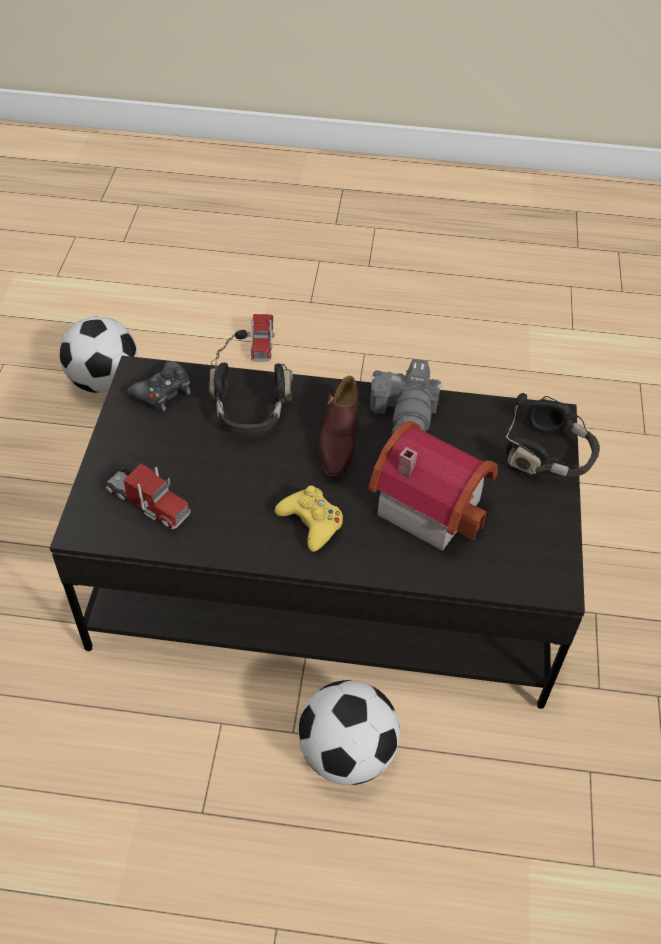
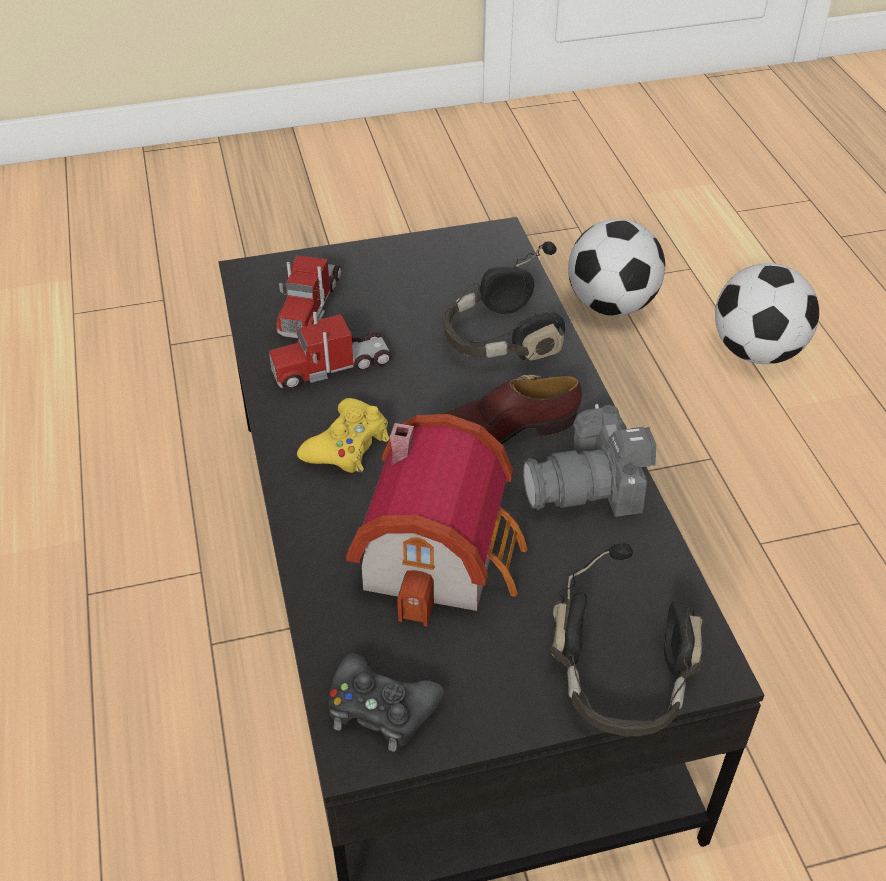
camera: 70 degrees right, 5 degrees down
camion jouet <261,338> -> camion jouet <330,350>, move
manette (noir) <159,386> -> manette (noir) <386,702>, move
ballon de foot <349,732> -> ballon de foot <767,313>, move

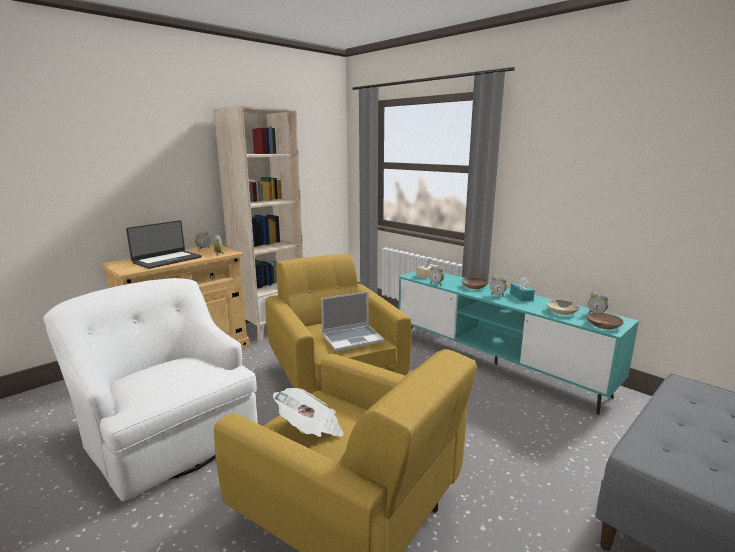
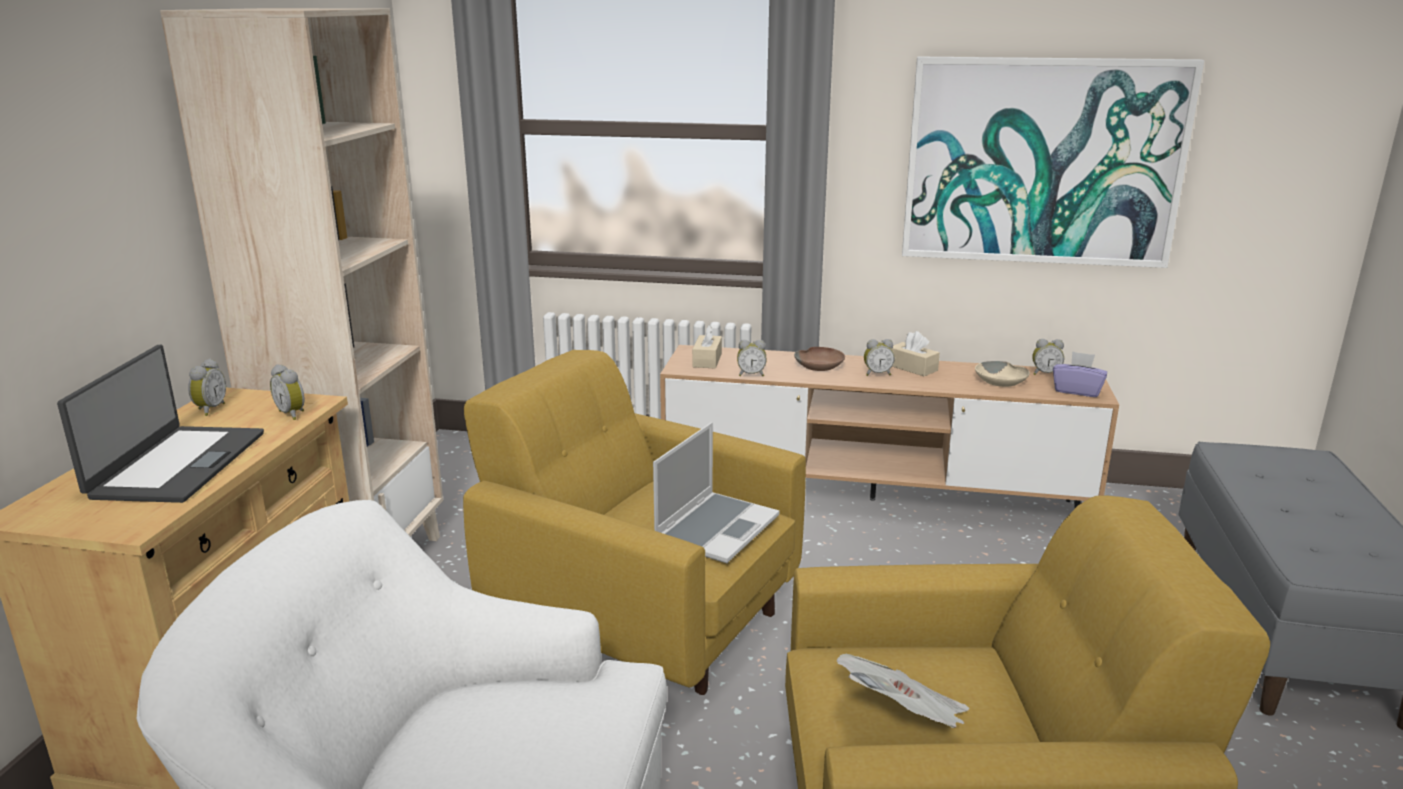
camera: 35 degrees left, 5 degrees up
meuble télé (turquoise) <519,342> -> meuble télé (marron) <889,426>
boîte à mouchoirs (turquoise) <522,289> -> boîte à mouchoirs (beige) <915,353>
none -> tableau <1053,162>
bol (marron) <605,321> -> boîte à mouchoirs (violet) <1080,374>

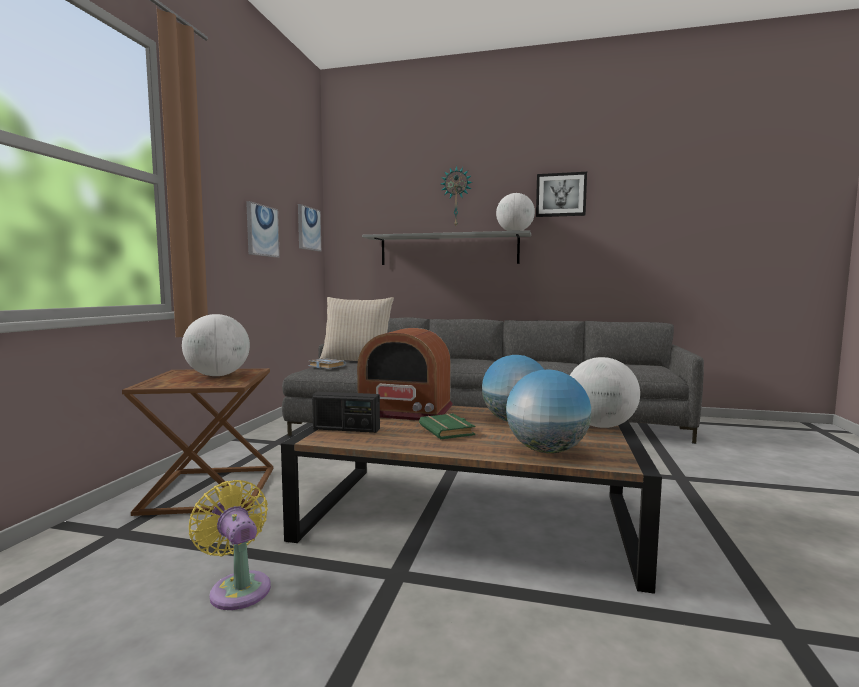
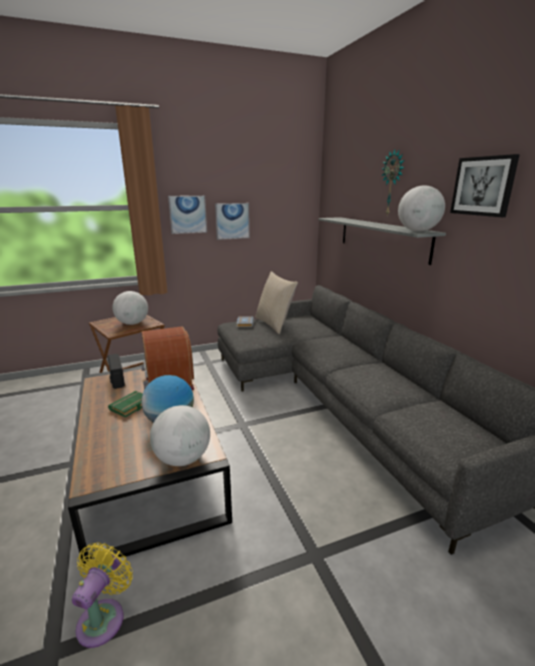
camera: 55 degrees right, 15 degrees up
ventilateur (jaune) <230,545> -> ventilateur (jaune) <102,595>, move
tableau <309,228> -> tableau <187,214>, move
globe <548,411> -> none

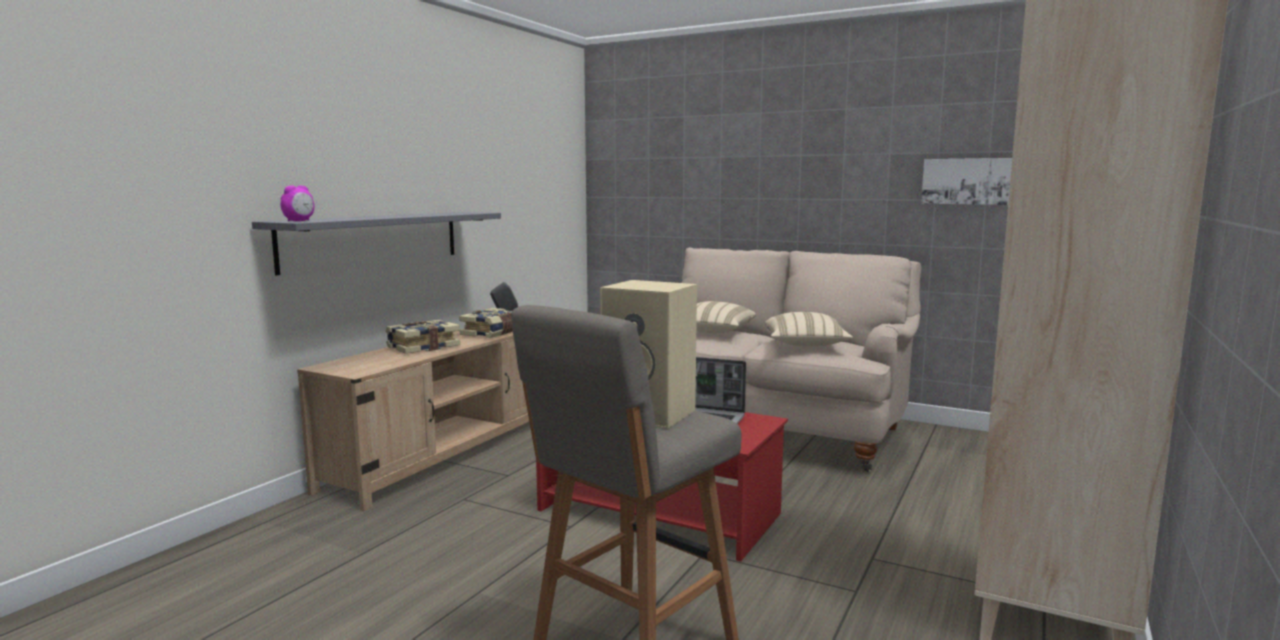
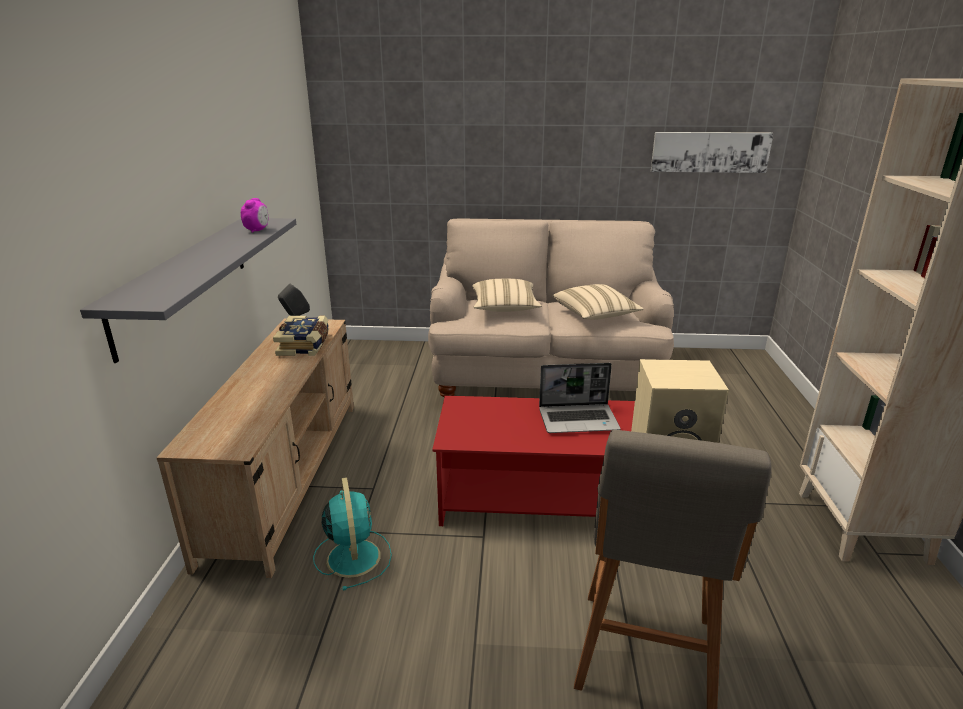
camera: 25 degrees left, 15 degrees up
réveil <297,203> -> réveil <254,215>, move
none -> ventilateur (turquoise) <352,534>
livre <423,337> -> none

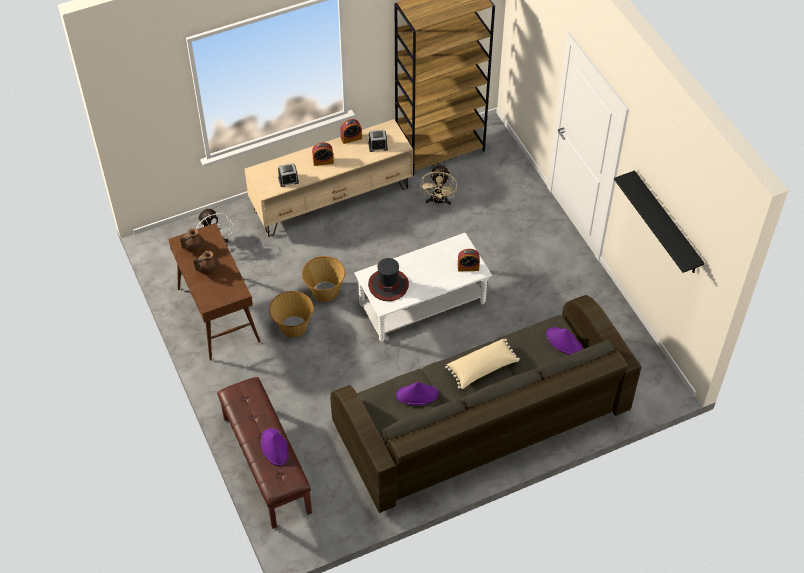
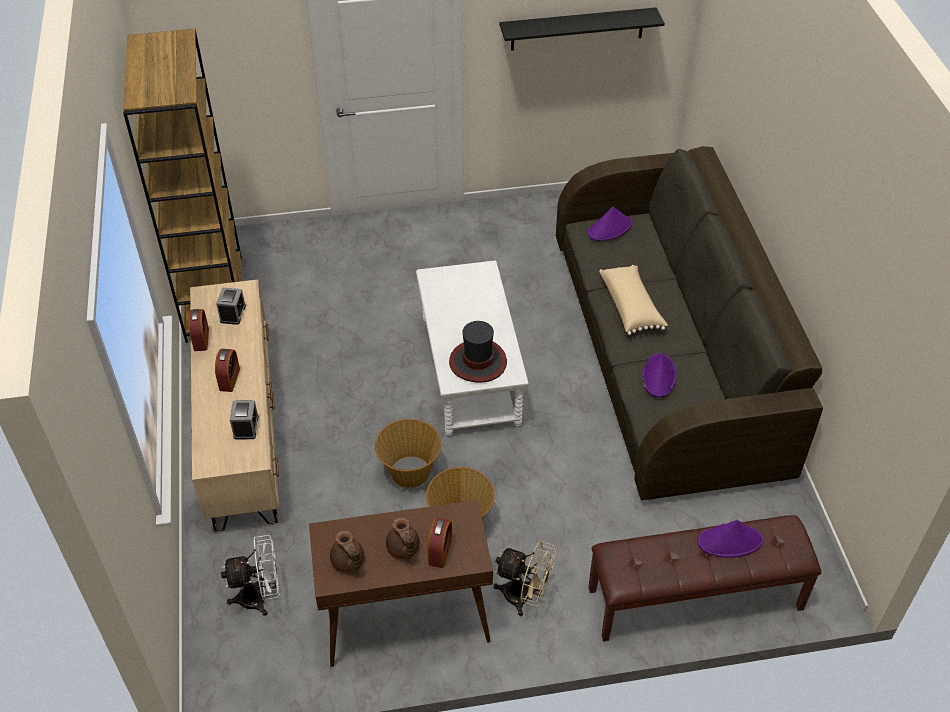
camera: 75 degrees left, 5 degrees down
réveil <469,260> -> réveil <439,543>, move
ventilateur (beige) <438,184> -> ventilateur (beige) <524,578>, move

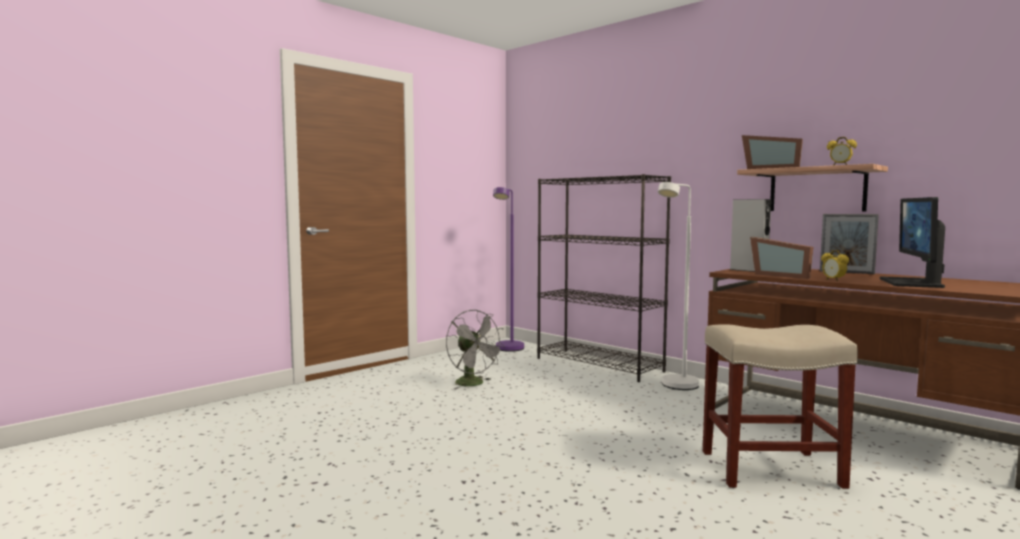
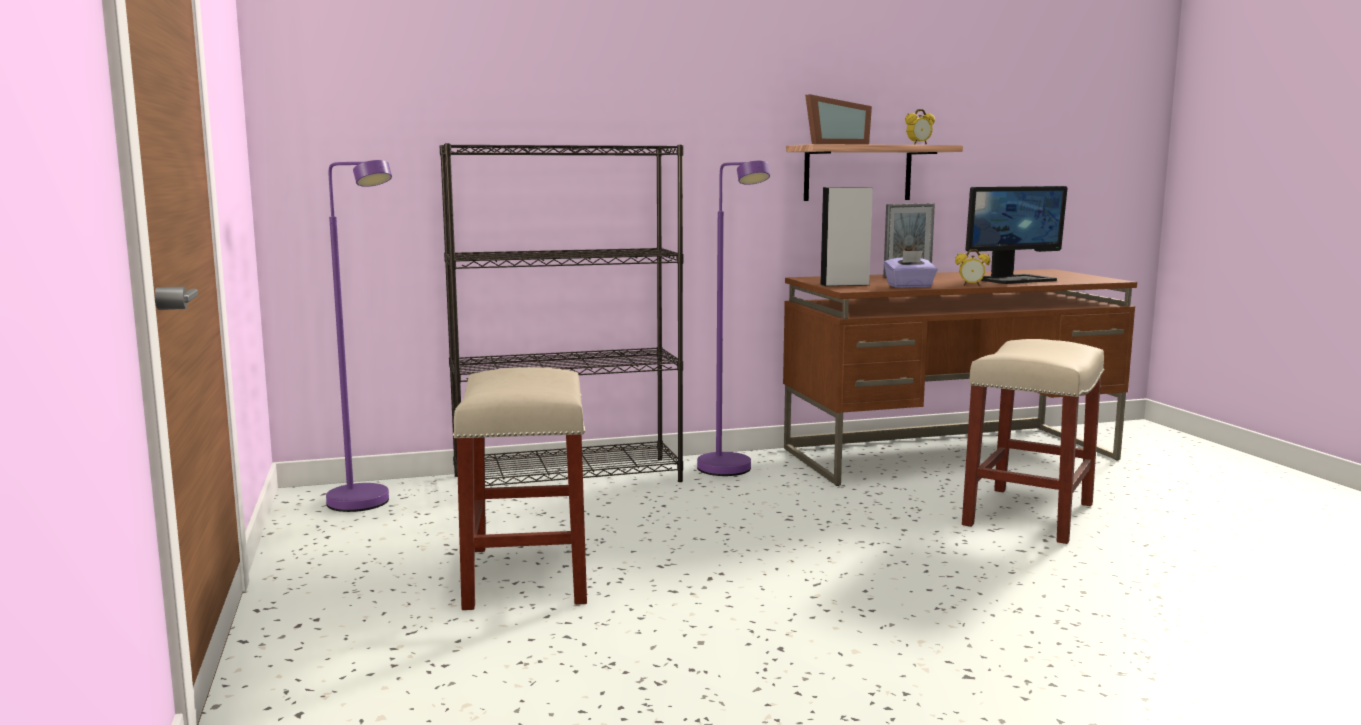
camera: 60 degrees left, 5 degrees up
ventilateur (gris) <475,349> -> tabouret (beige) <520,488>
lampadaire (blanc) <678,286> -> lampadaire (violet) <733,318>
cadre photo <781,258> -> boîte à mouchoirs (violet) <911,269>
écran d'ordinateur <912,242> -> écran d'ordinateur <1017,235>, 75 degrees counterclockwise

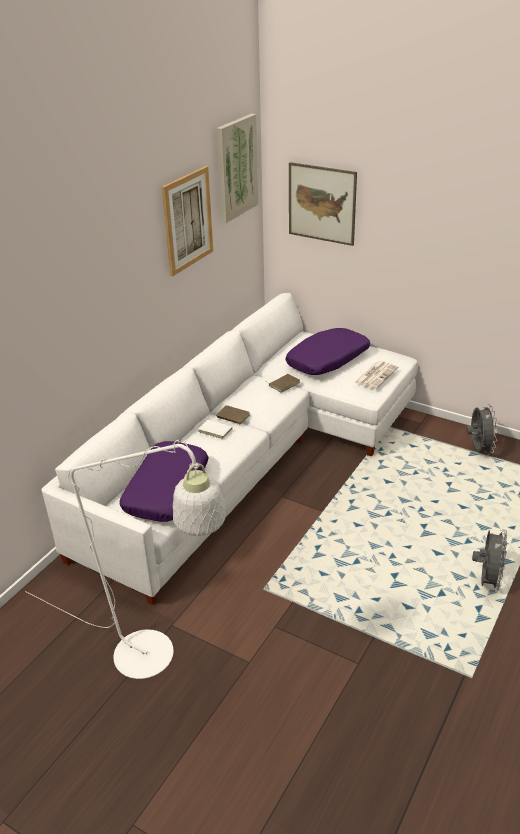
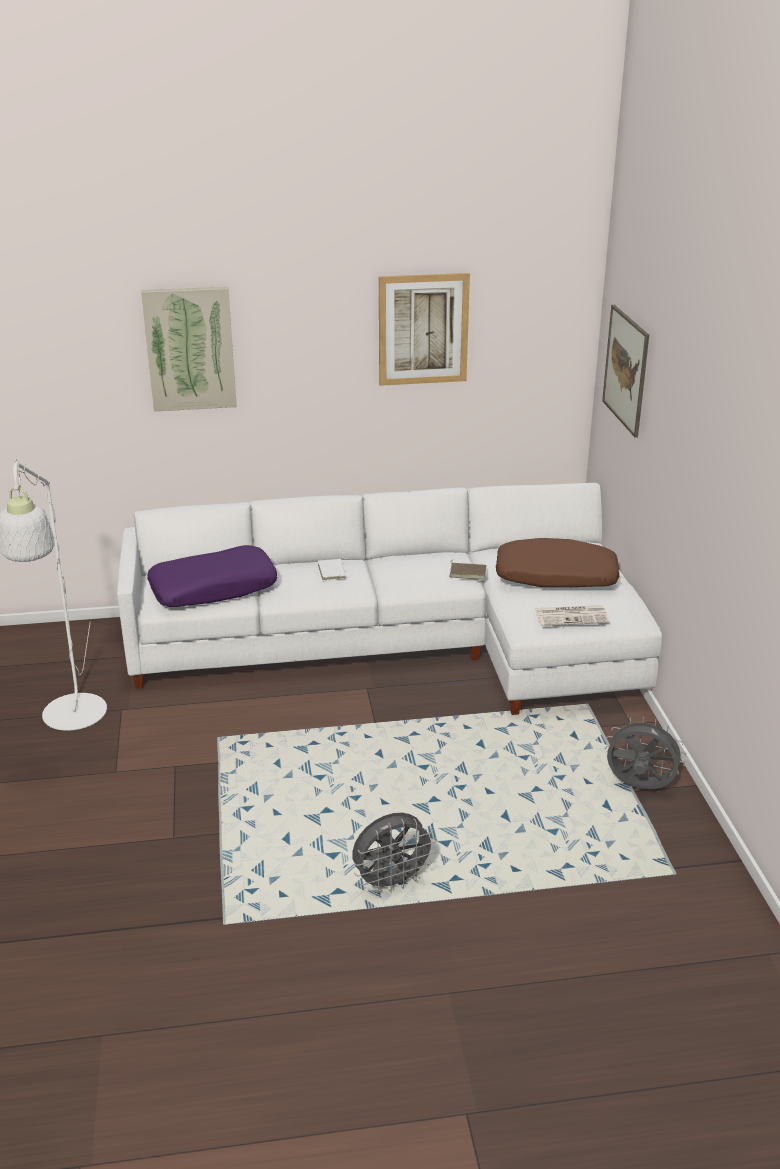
camera: 50 degrees right, 5 degrees down
tableau <237,168> -> tableau <189,349>, move
coussin (violet) <328,351> -> coussin (marron) <557,562>
ventilateur (gris) <482,429> -> ventilateur (gris) <645,753>, 120 degrees counterclockwise
livre (marron) <233,415> -> none

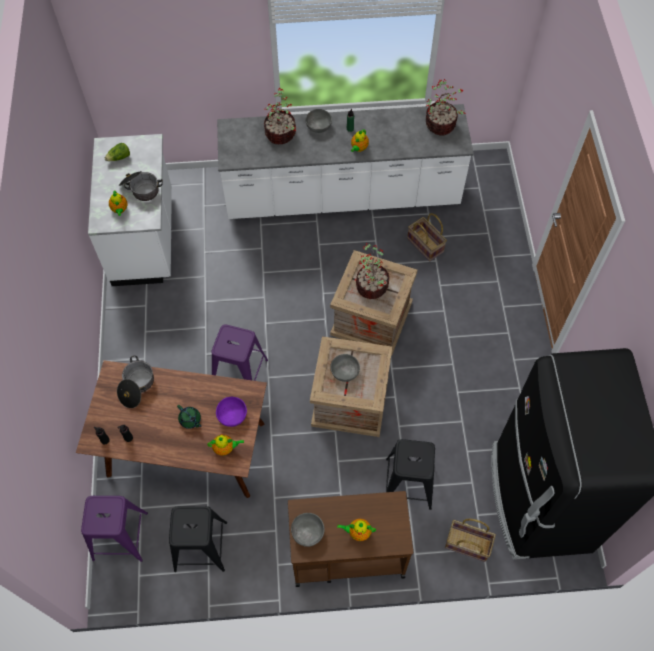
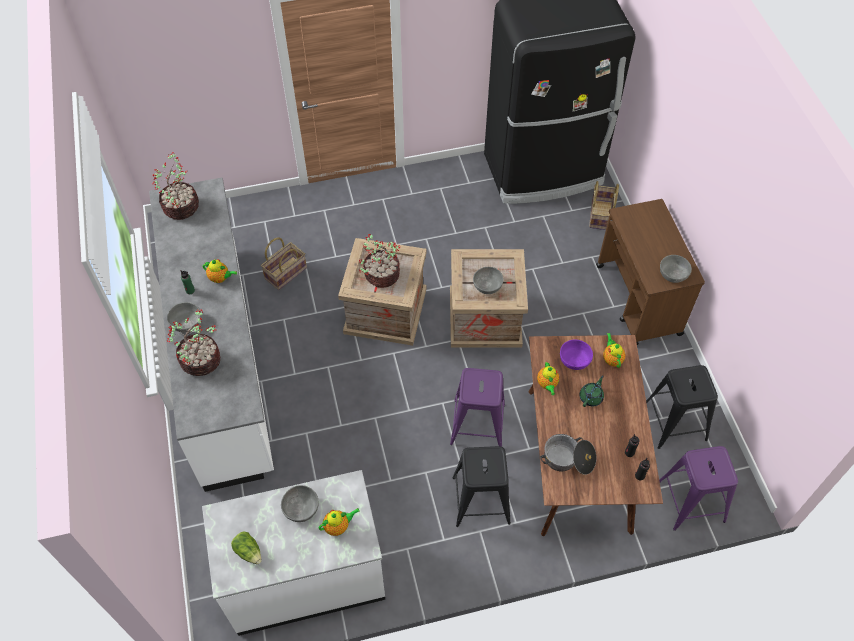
camera: 100 degrees left, 5 degrees down
marmite <141,186> -> bol (gris) <299,503>
tabouret (noir) <410,474> -> tabouret (noir) <481,486>, move
théière <356,530> -> théière <548,378>, move

